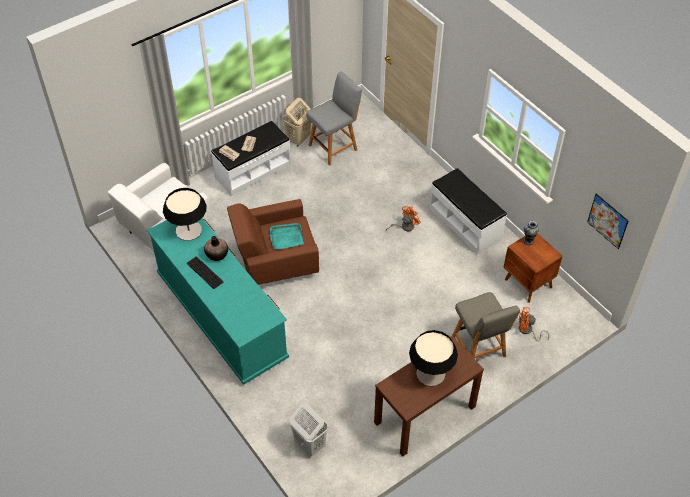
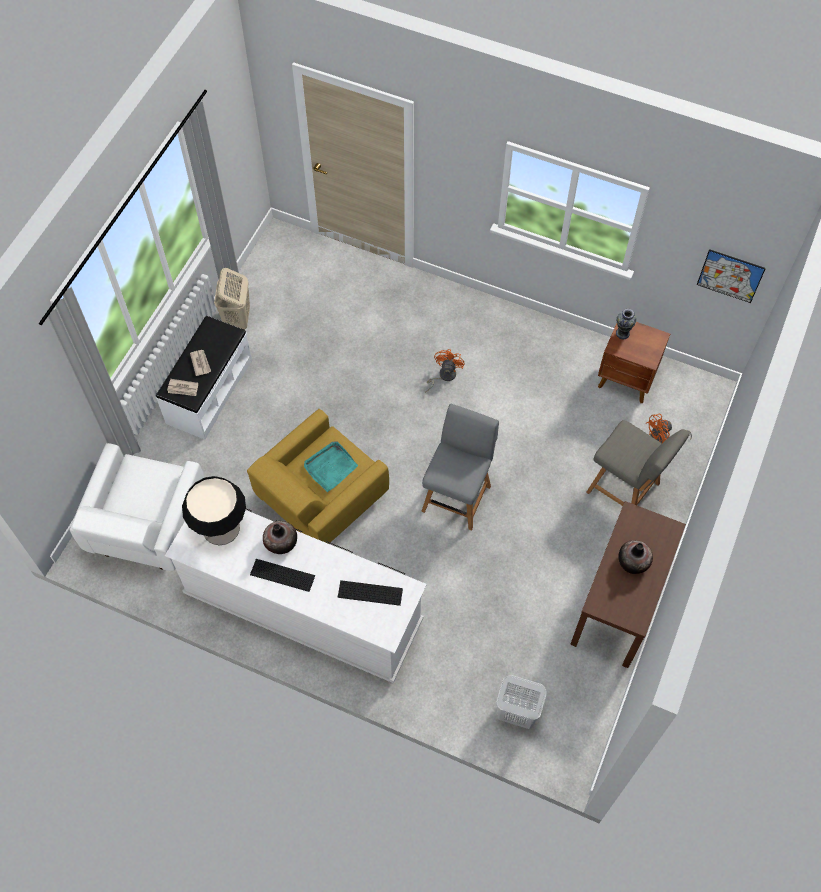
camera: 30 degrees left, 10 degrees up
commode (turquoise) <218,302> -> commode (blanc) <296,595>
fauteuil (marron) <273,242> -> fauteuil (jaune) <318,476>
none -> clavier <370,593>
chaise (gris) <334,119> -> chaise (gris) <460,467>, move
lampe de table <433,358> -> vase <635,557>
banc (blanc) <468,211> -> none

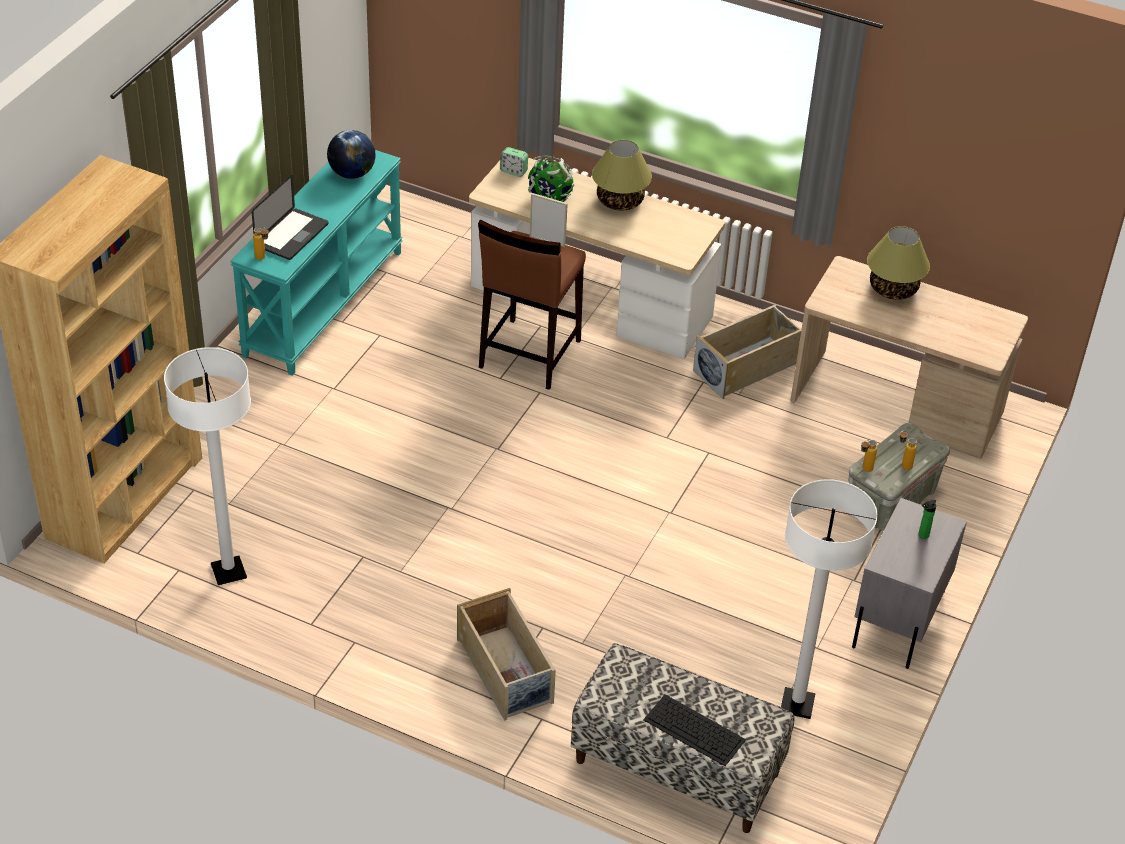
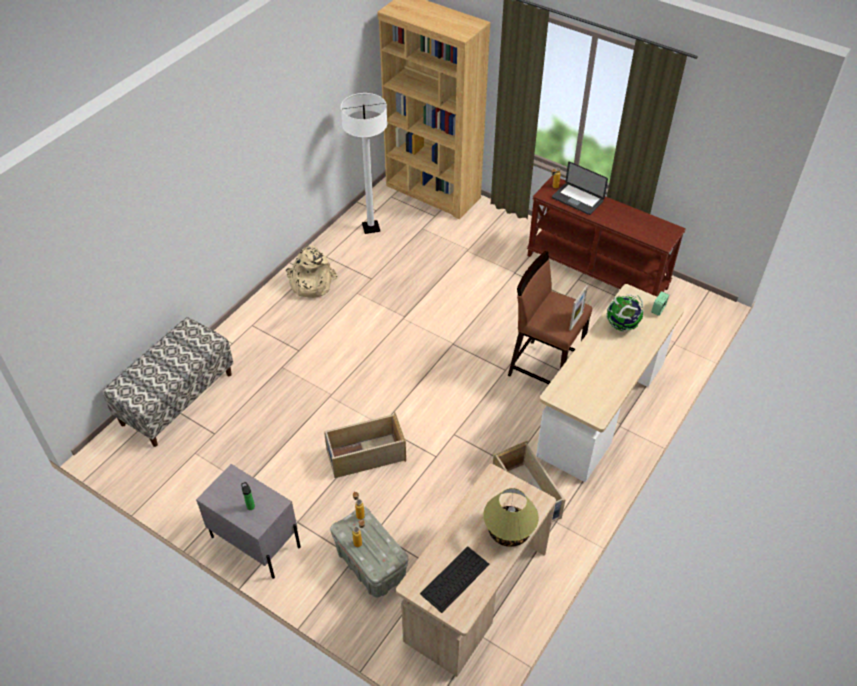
camera: 100 degrees right, 5 degrees up
none -> sac à dos (beige) <312,271>
boîte de rangement (beige) <506,654> -> boîte de rangement (beige) <365,445>, move
clavier <694,730> -> clavier <455,579>, move
table console (turquoise) <316,263> -> table console (marron) <606,236>
globe <351,154> -> none
lampe de table <622,175> -> none
lampadaire (blanc) <829,599> -> none

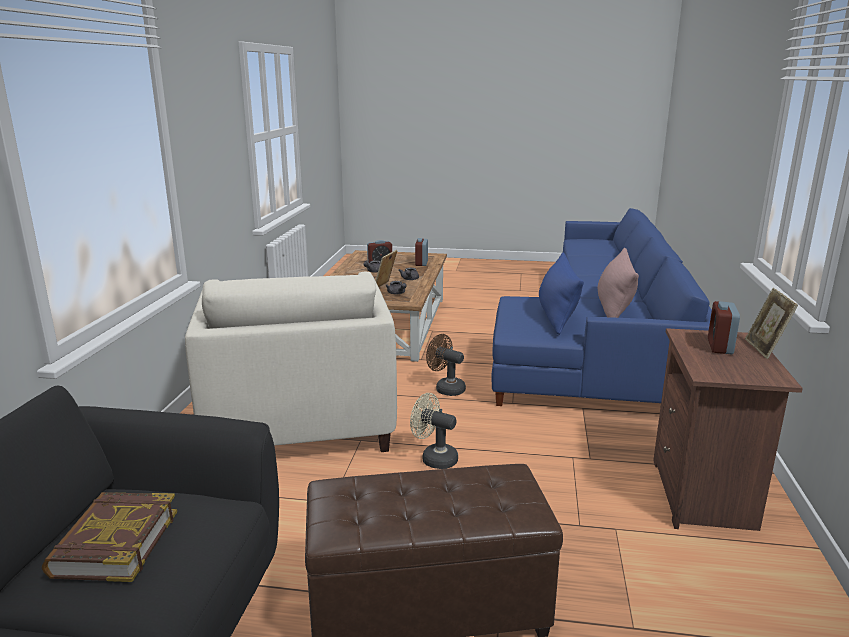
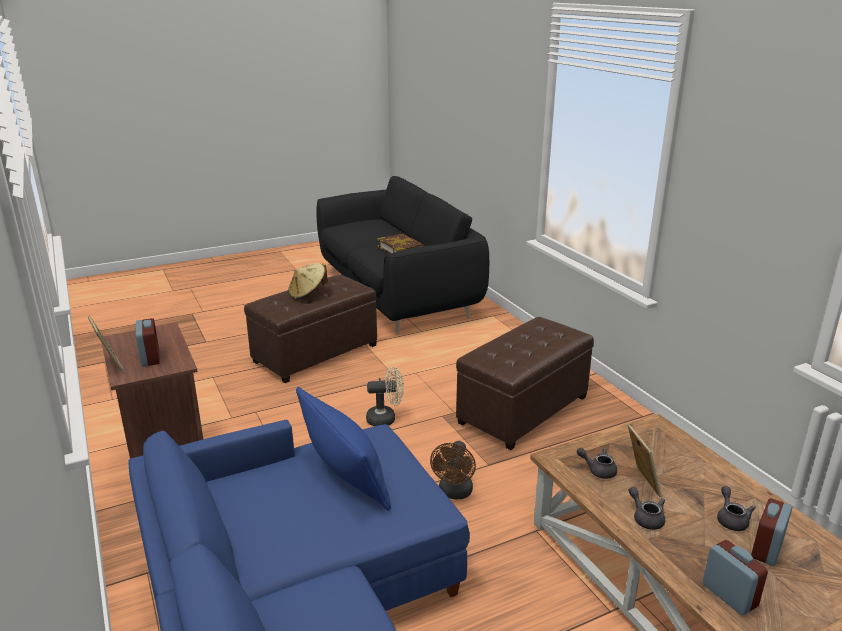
camera: 145 degrees right, 5 degrees up
none -> chapeau (beige) <308,281>
ventilateur (marron) <446,365> -> ventilateur (marron) <453,470>, 105 degrees clockwise
fauteuil (beige) <291,362> -> pouf (marron) <525,383>
coussin (rose) <618,283> -> none

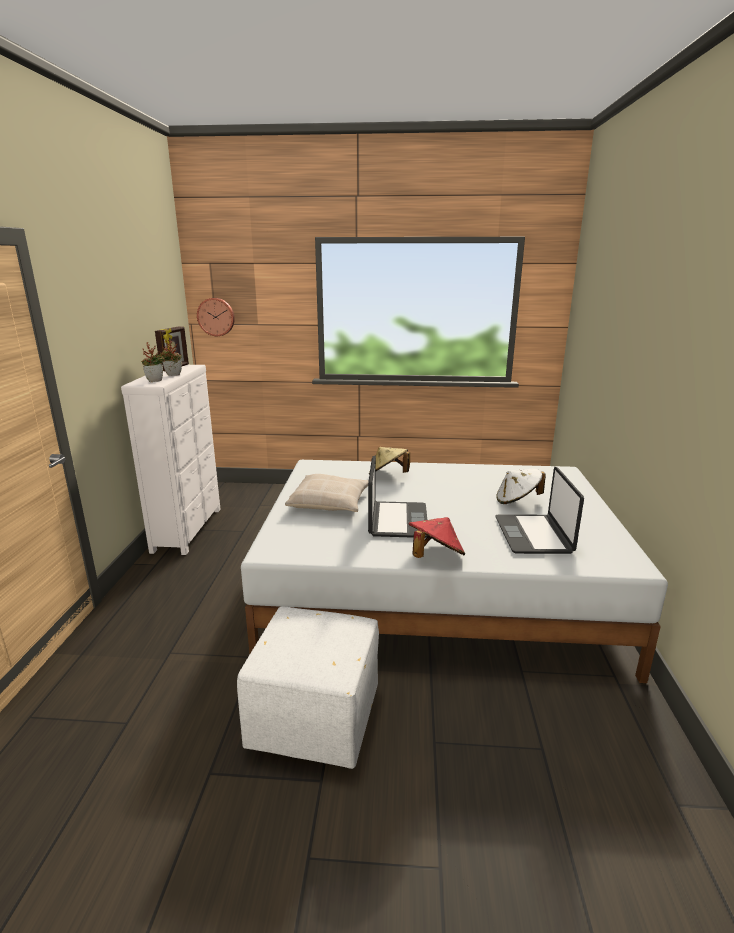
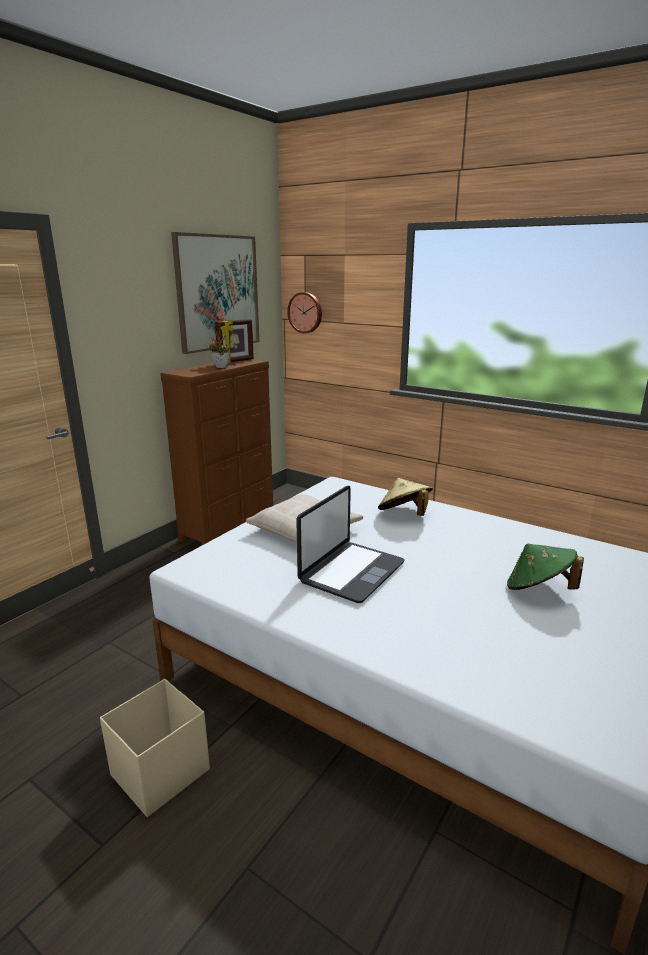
camera: 30 degrees right, 0 degrees up
pouf (blanc) <308,687> -> boîte de rangement (beige) <155,748>
commode (blanc) <171,460> -> commode (marron) <216,452>
none -> tableau <215,293>
chapeau (blanc) <521,486> -> chapeau (vert) <545,566>
plante en pot <153,362> -> none
chapeau (rouge) <436,537> -> none
ordinateur portable <539,510> -> none

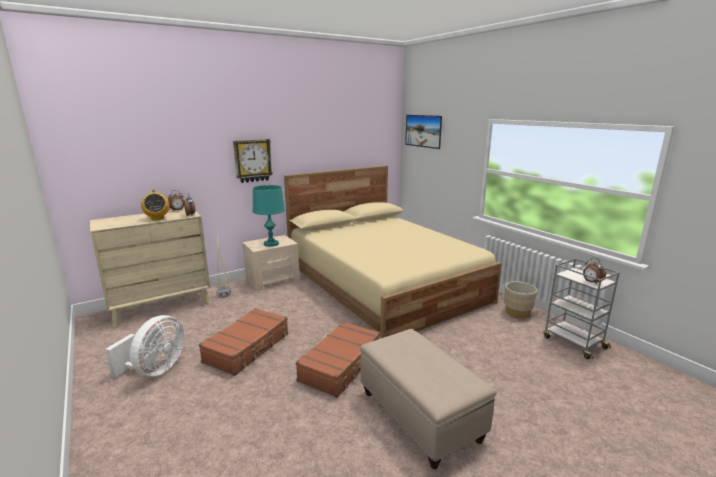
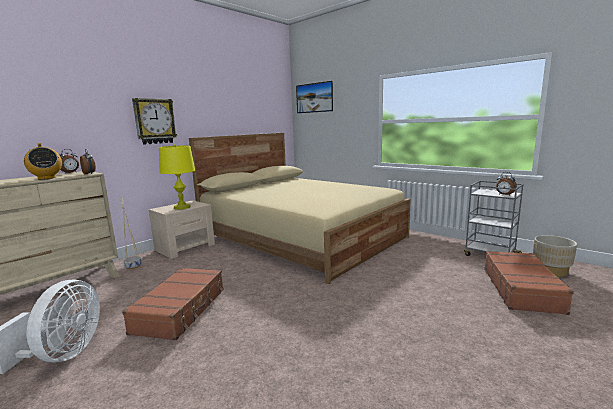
camera: 15 degrees left, 5 degrees down
lampe de table (turquoise) <269,216> -> lampe de table (jaune) <177,177>
valise (marron) <338,359> -> valise (marron) <529,283>, move
cache-pot (beige) <520,299> -> cache-pot (beige) <555,256>, move
pouf (beige) <428,399> -> none

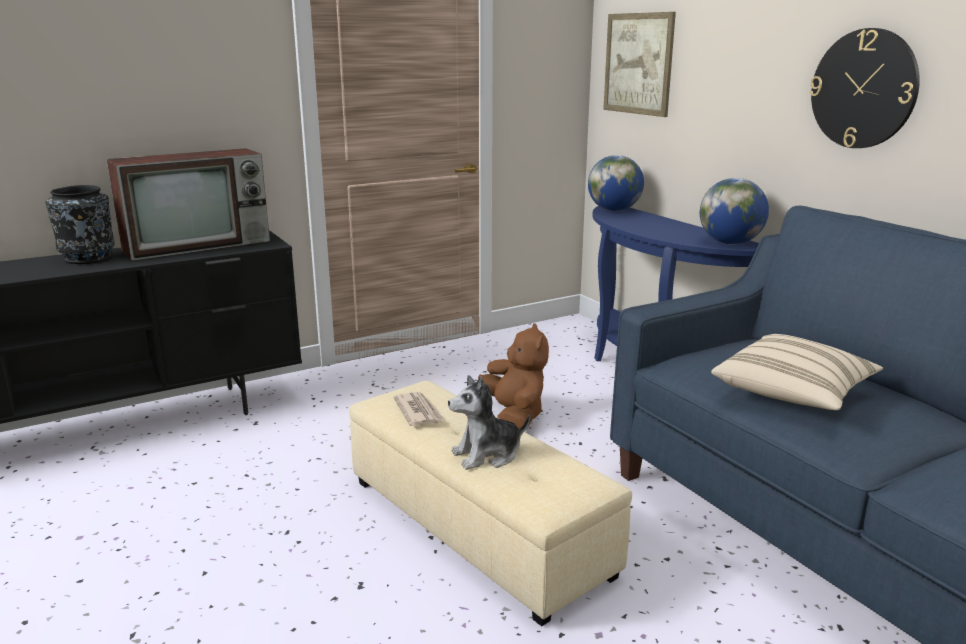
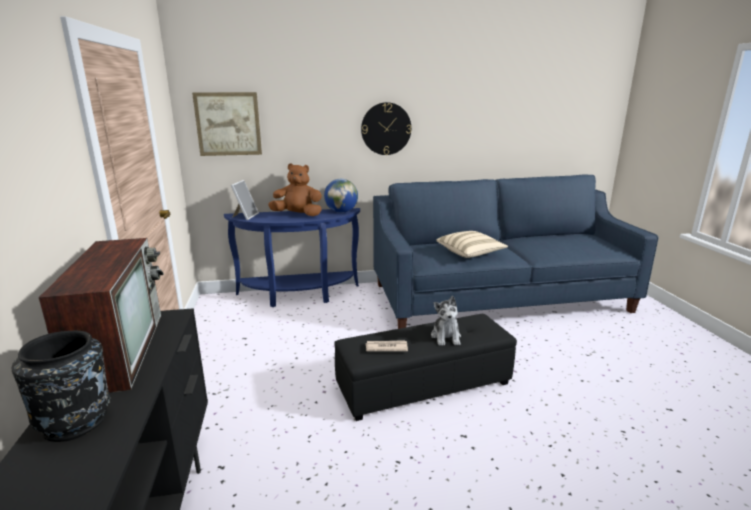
camera: 70 degrees left, 0 degrees up
globe <616,183> -> cadre photo <245,200>
peluche (marron) <513,375> -> peluche (marron) <295,189>, move
pouf (beige) <490,503> -> pouf (noir) <426,367>

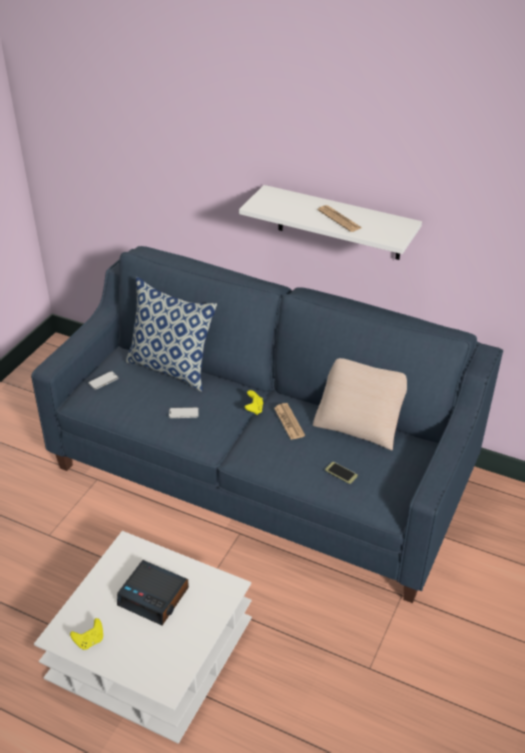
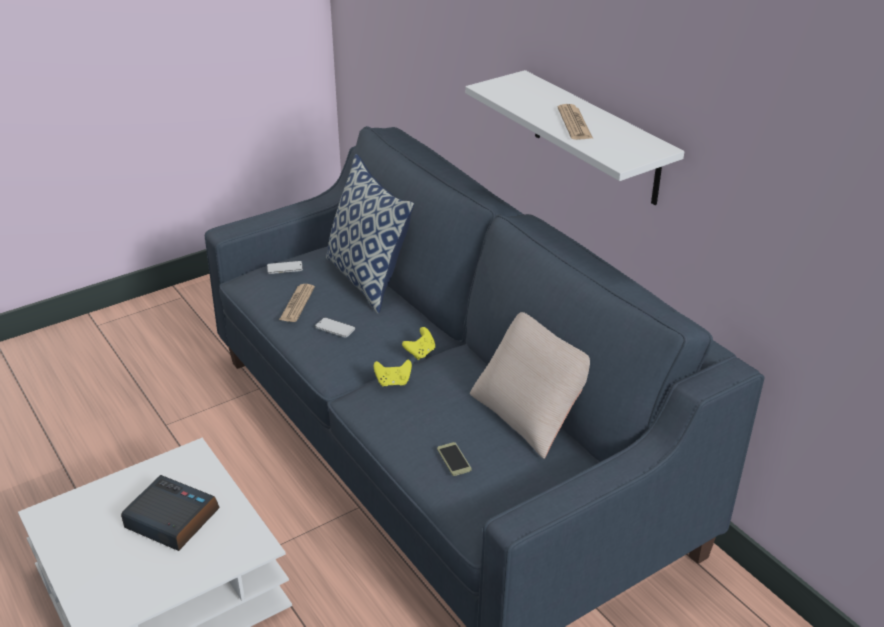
camera: 30 degrees right, 5 degrees down
réveil <153,592> -> réveil <170,513>, 150 degrees clockwise
journal <289,421> -> journal <297,303>, move
manette (jaune) <86,634> -> manette (jaune) <393,373>, move

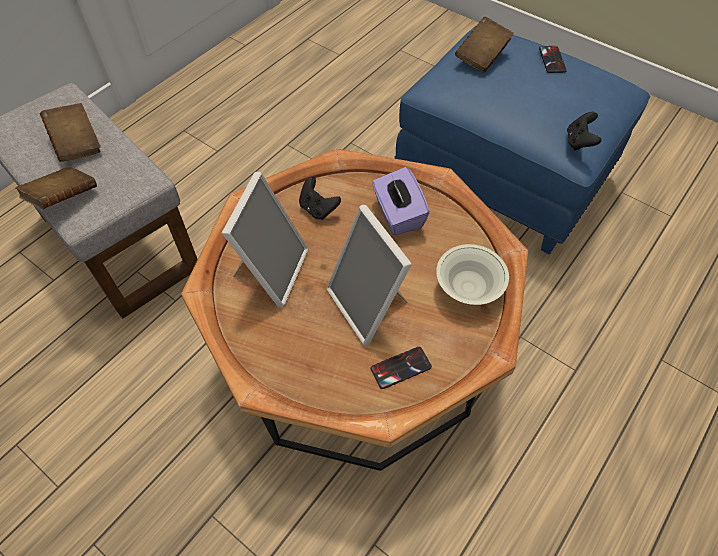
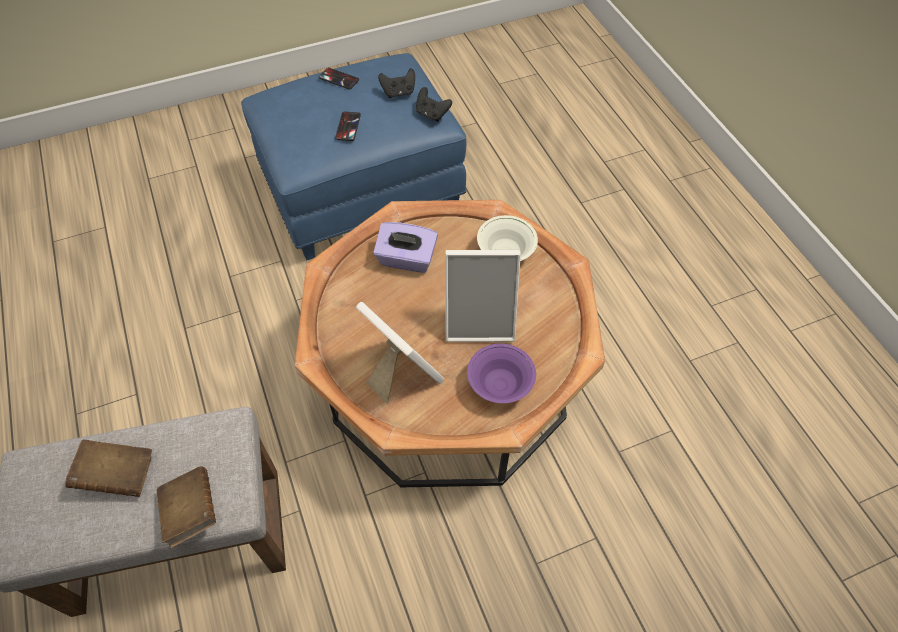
camera: 60 degrees left, 0 degrees up
téléphone <401,368> -> téléphone <348,126>, move
manette (noir) <320,198> -> manette (noir) <396,83>, move
none -> bol (violet) <501,373>
livre (marron) <484,45> -> none

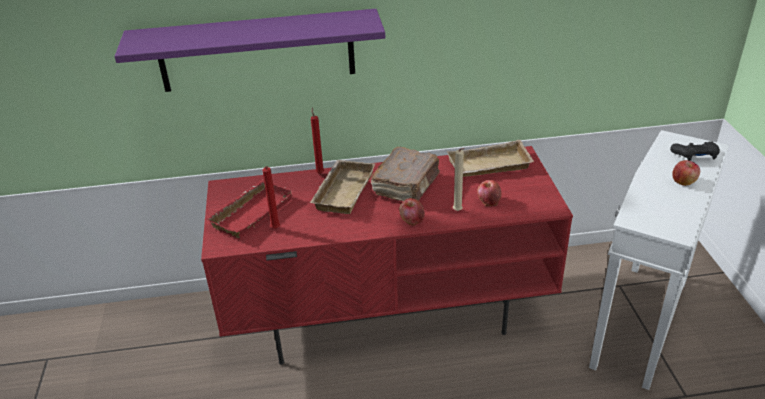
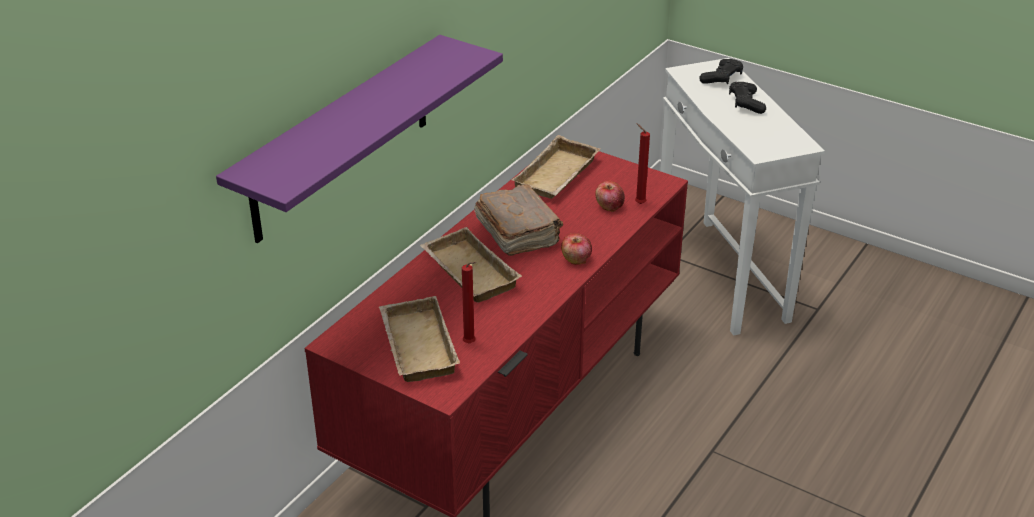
camera: 50 degrees left, 0 degrees up
plateau (rouge) <249,209> -> plateau (beige) <419,339>
bougie (rouge) <317,141> -> bougie (rouge) <642,163>, move
pomme <686,173> -> manette (noir) <747,98>
bougie (beige) <458,179> -> none

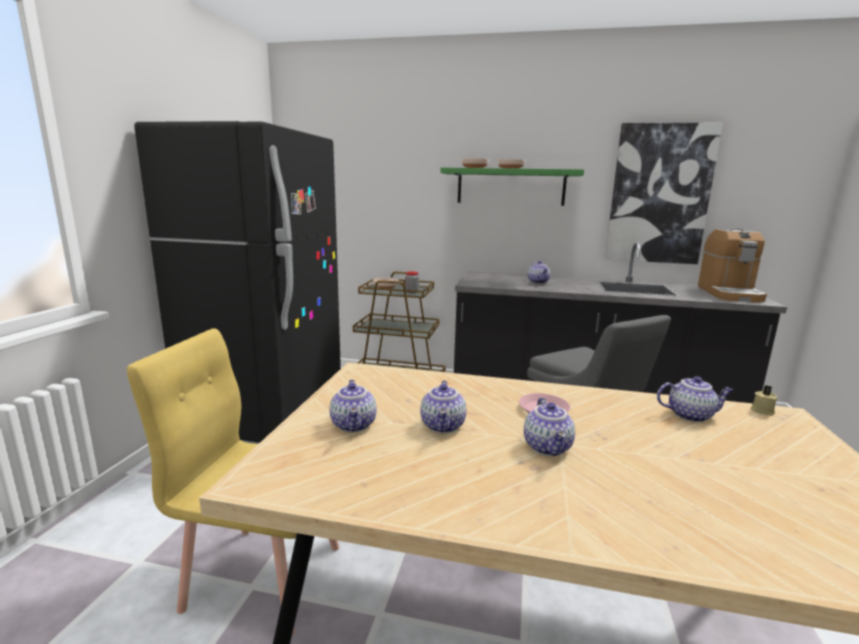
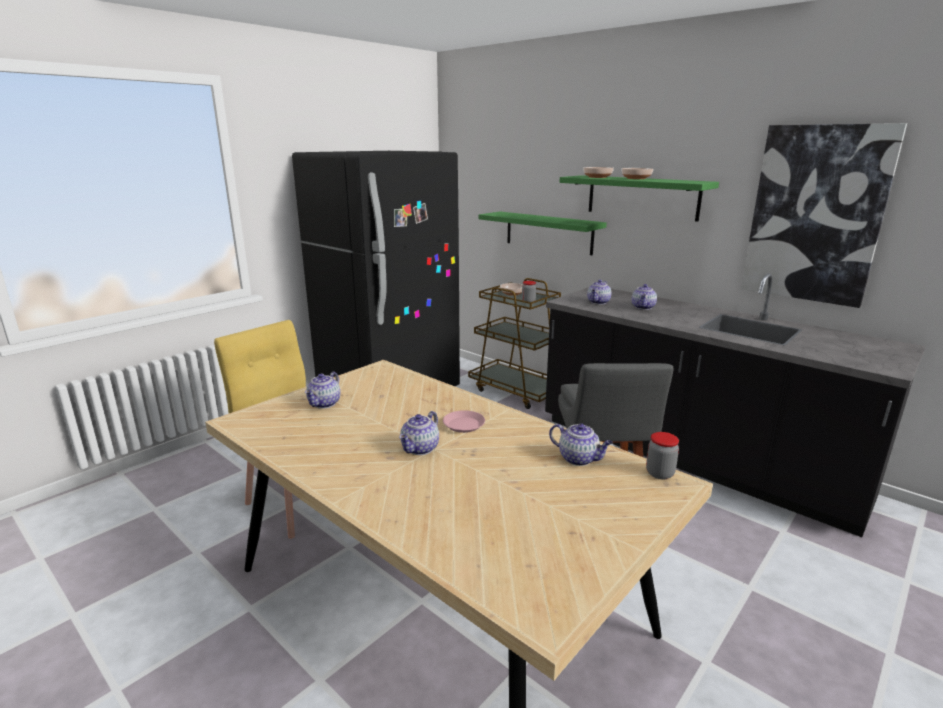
camera: 30 degrees right, 5 degrees up
none -> étagère (vert) <542,233>
théière <443,406> -> théière <599,292>, move
bougie (beige) <763,400> -> bocal <662,455>
machine à café <732,265> -> none

